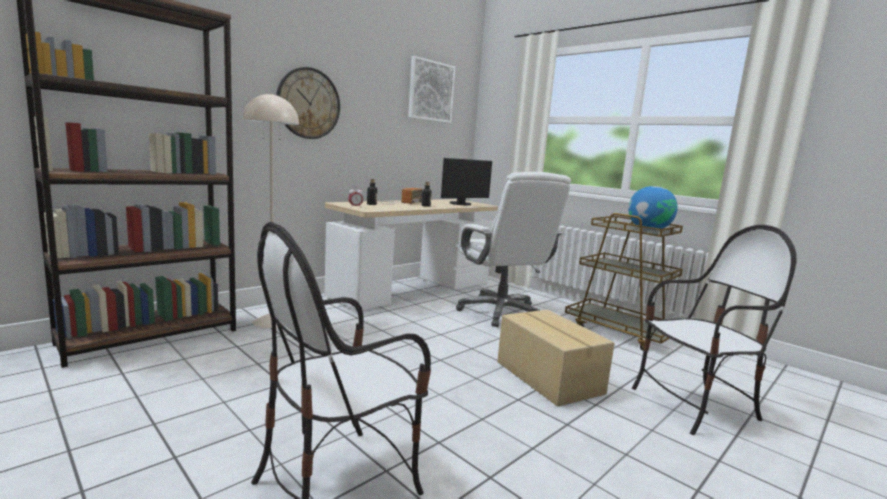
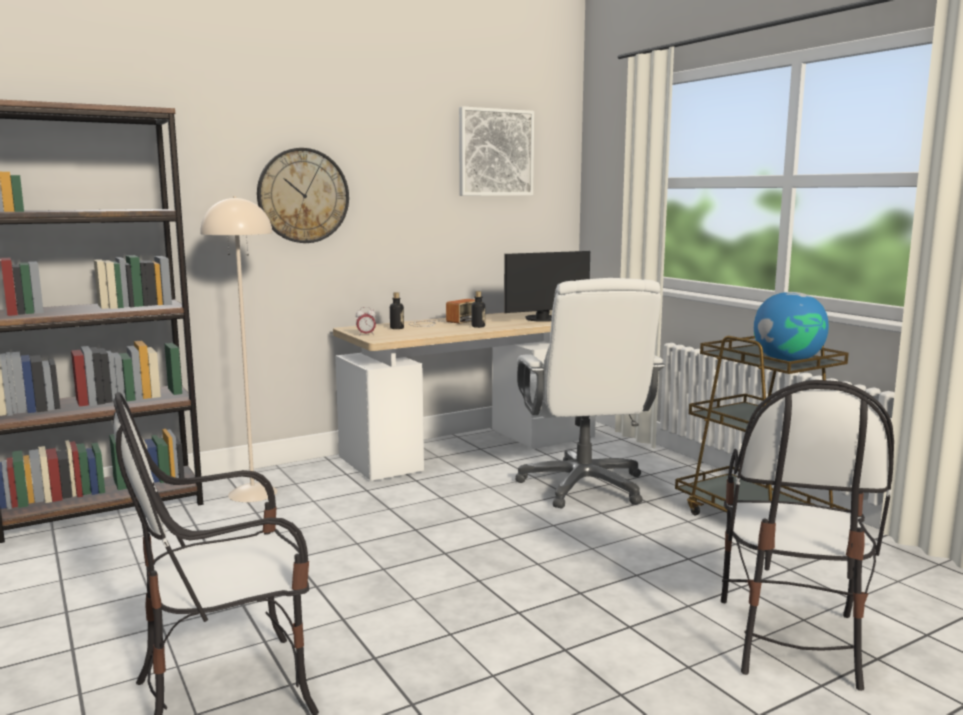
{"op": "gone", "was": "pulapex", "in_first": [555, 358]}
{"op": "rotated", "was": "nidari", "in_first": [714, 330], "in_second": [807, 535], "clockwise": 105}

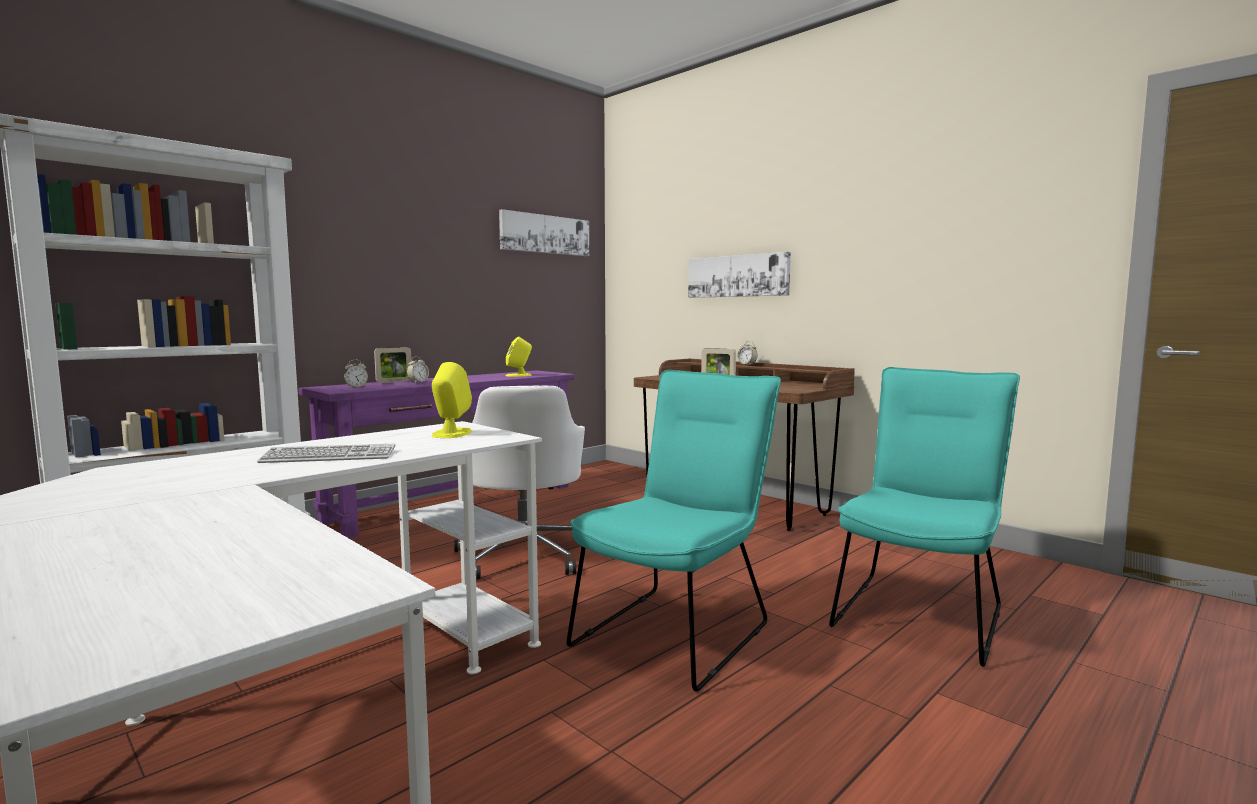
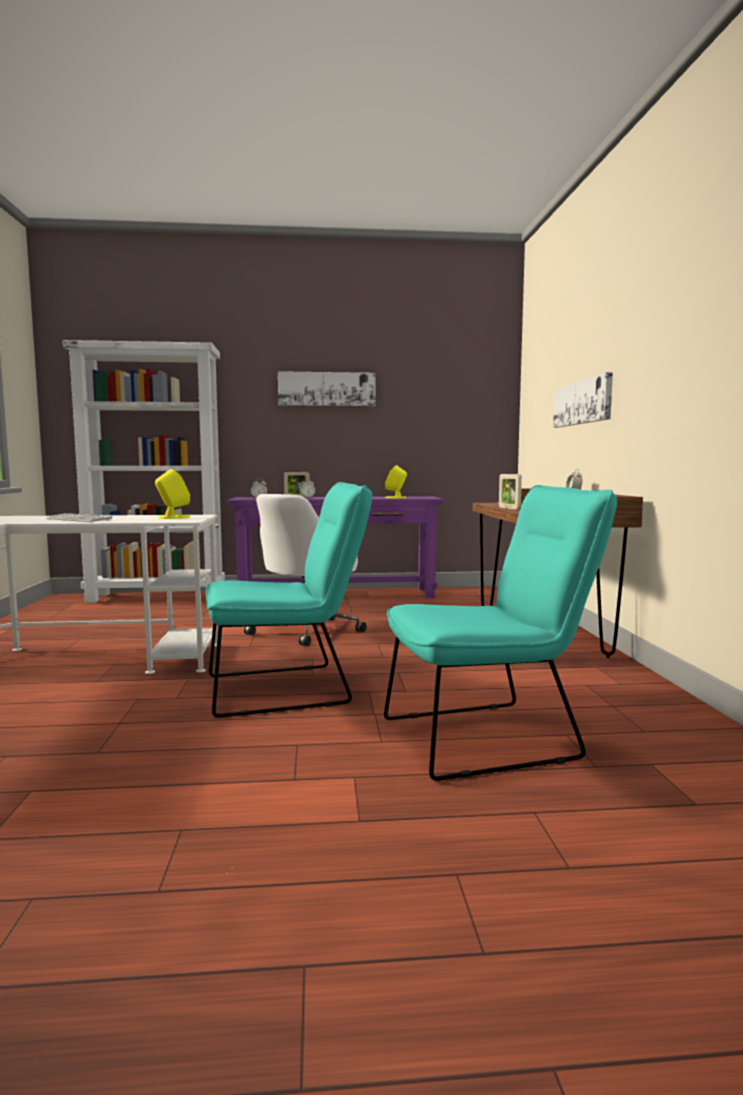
{"op": "shifted", "was": "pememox", "in_first": [544, 232], "in_second": [327, 388]}

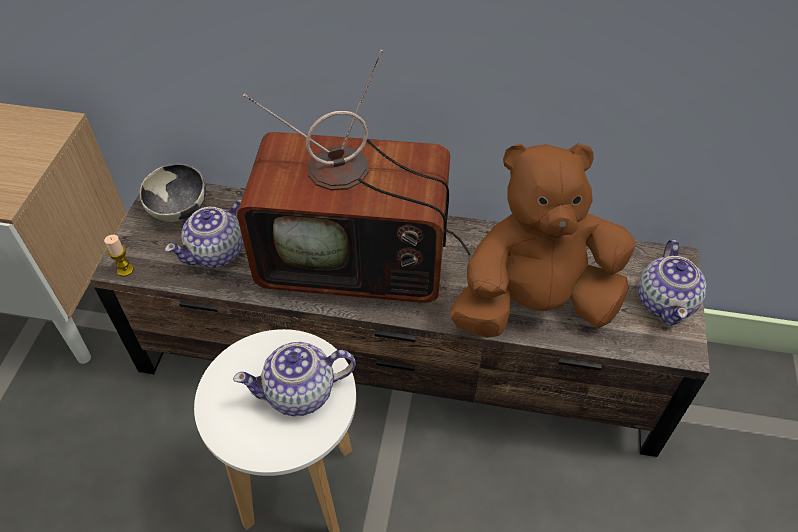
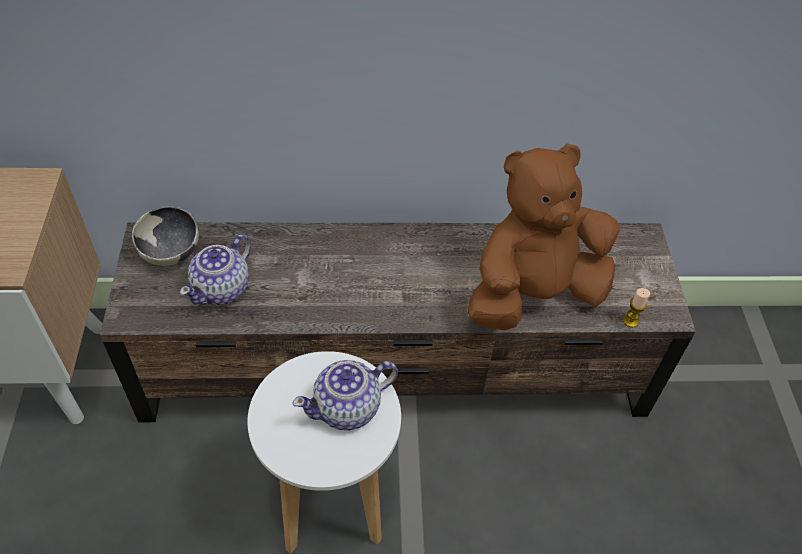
{"op": "gone", "was": "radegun", "in_first": [354, 176]}
{"op": "gone", "was": "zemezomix", "in_first": [672, 282]}
{"op": "shifted", "was": "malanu", "in_first": [119, 256], "in_second": [636, 308]}

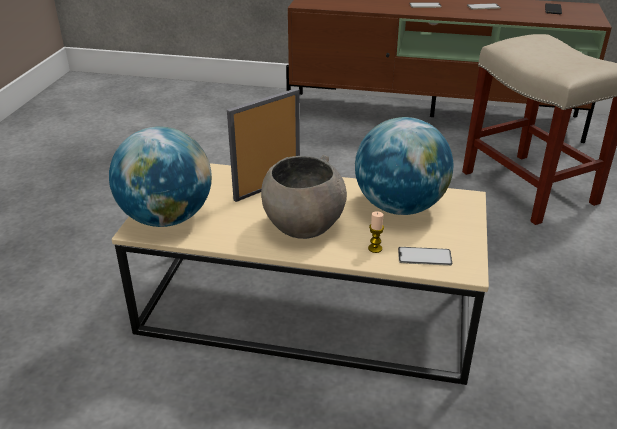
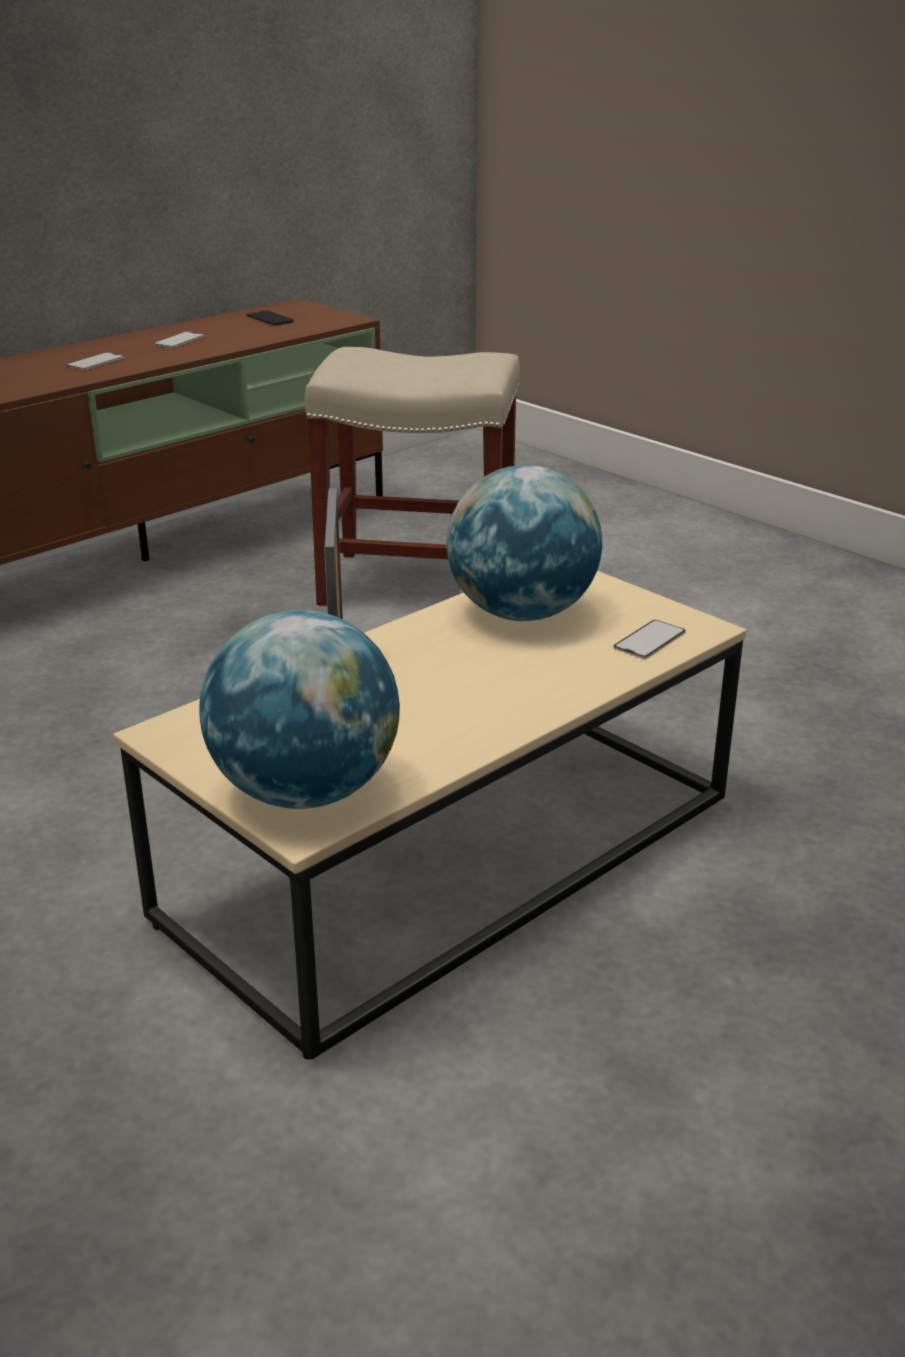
{"op": "gone", "was": "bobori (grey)", "in_first": [304, 197]}
{"op": "gone", "was": "malanu", "in_first": [376, 232]}

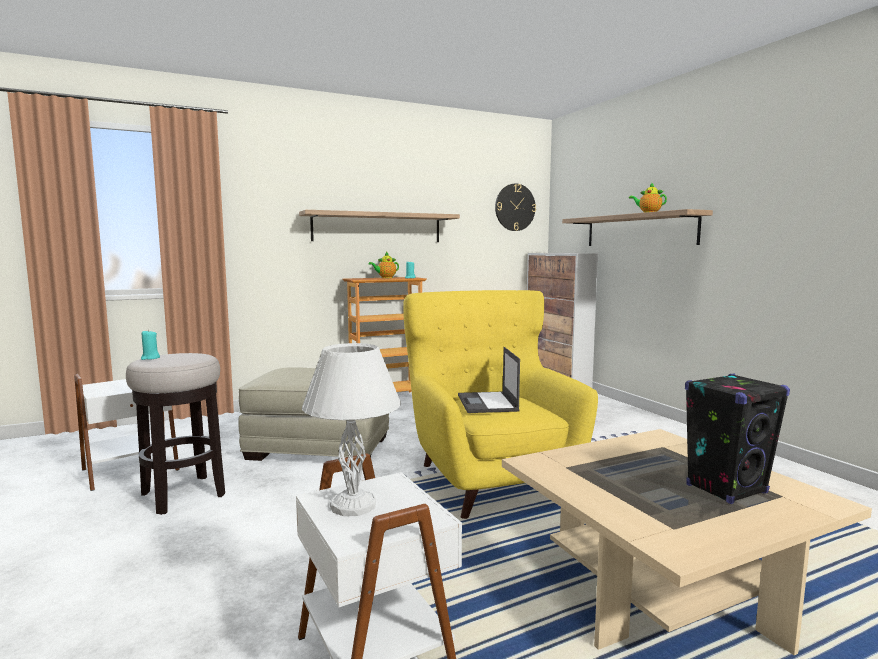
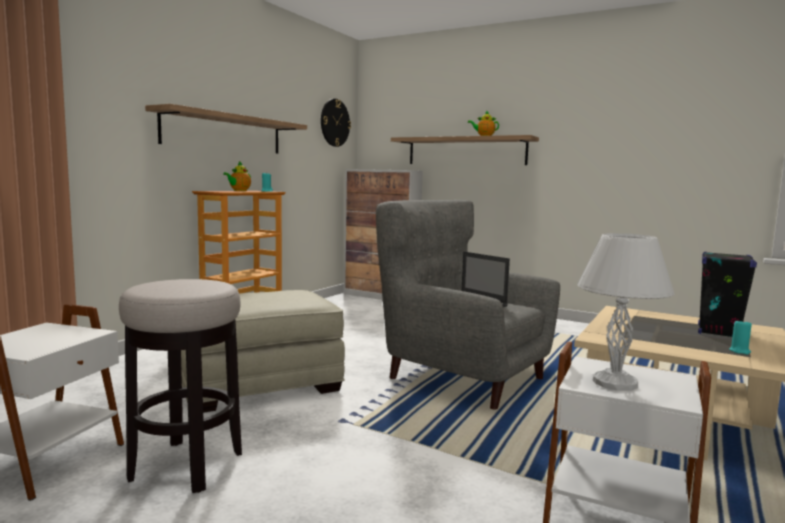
{"op": "shifted", "was": "malanu (turquoise)", "in_first": [150, 345], "in_second": [740, 337]}
{"op": "repainted", "was": "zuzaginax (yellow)", "now": "zuzaginax (grey)", "in_first": [500, 404], "in_second": [468, 304]}

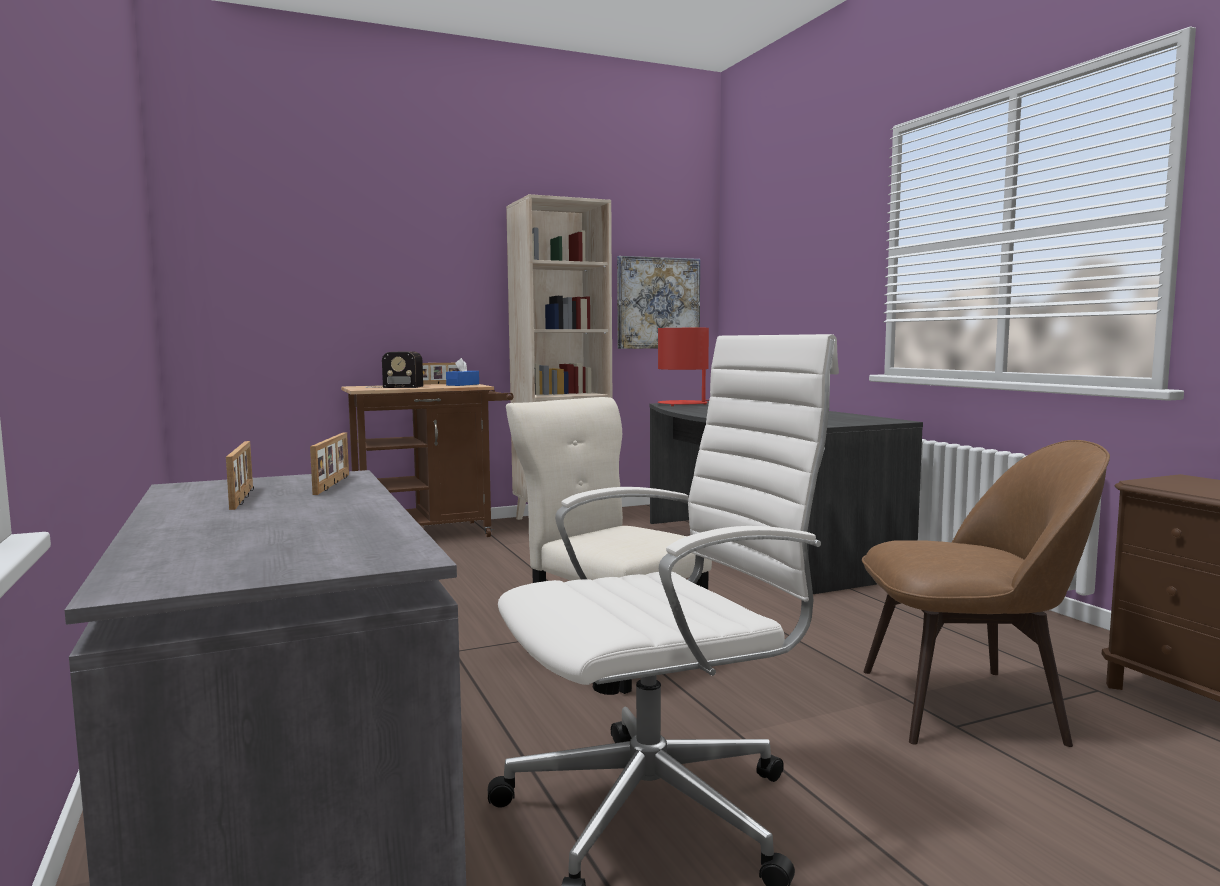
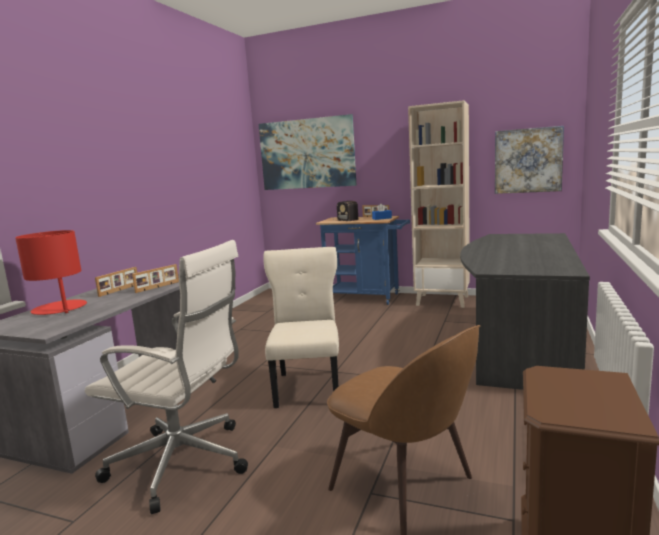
{"op": "new", "now": "pememox", "in_second": [307, 152]}
{"op": "shifted", "was": "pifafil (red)", "in_first": [683, 367], "in_second": [51, 272]}
{"op": "repainted", "was": "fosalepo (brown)", "now": "fosalepo (blue)", "in_first": [427, 460], "in_second": [363, 260]}

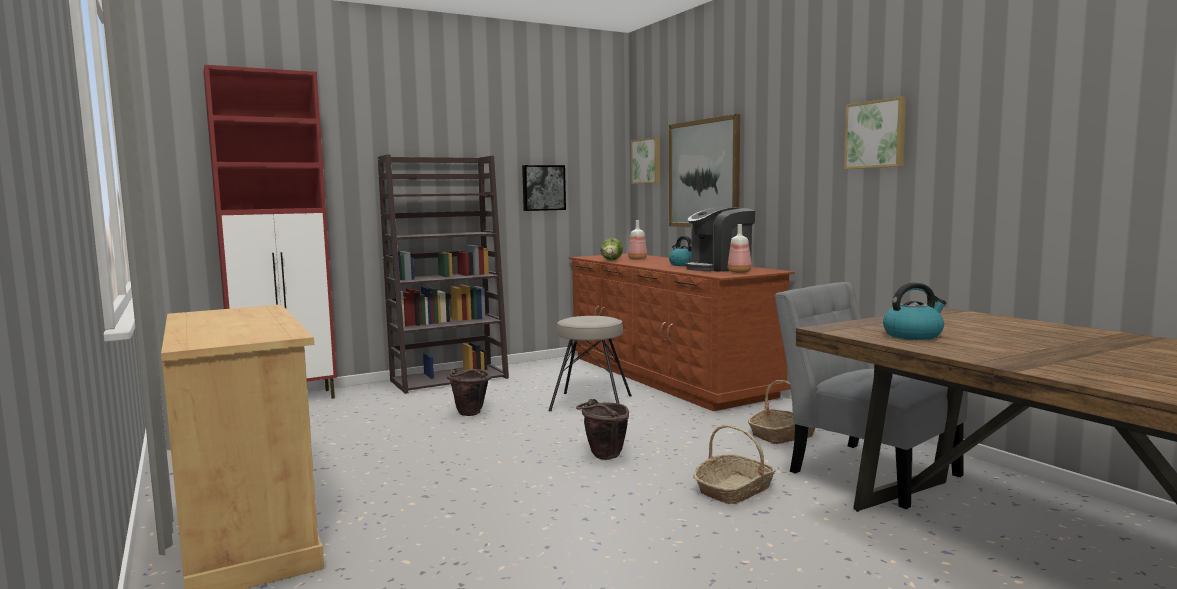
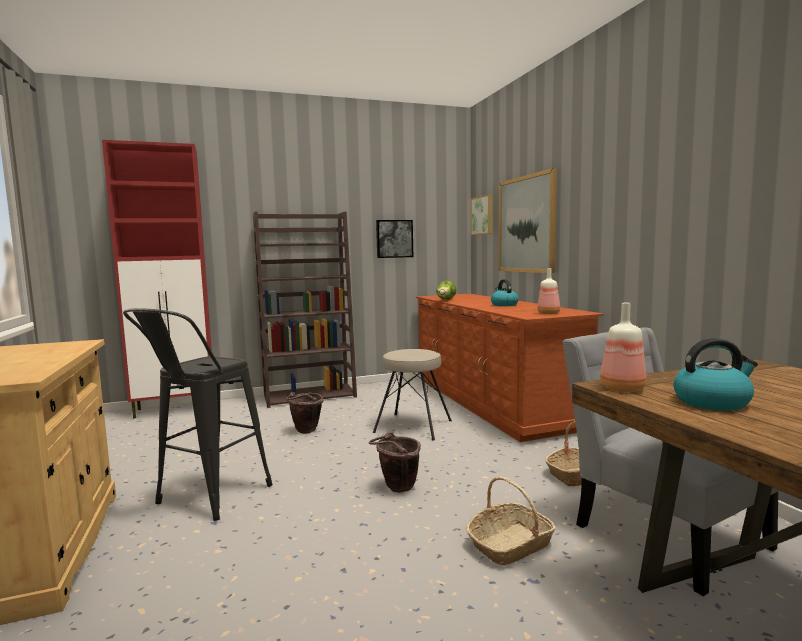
{"op": "gone", "was": "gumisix", "in_first": [720, 239]}
{"op": "gone", "was": "pememox", "in_first": [875, 133]}
{"op": "new", "now": "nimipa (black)", "in_second": [198, 414]}
{"op": "shifted", "was": "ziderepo", "in_first": [637, 240], "in_second": [623, 347]}

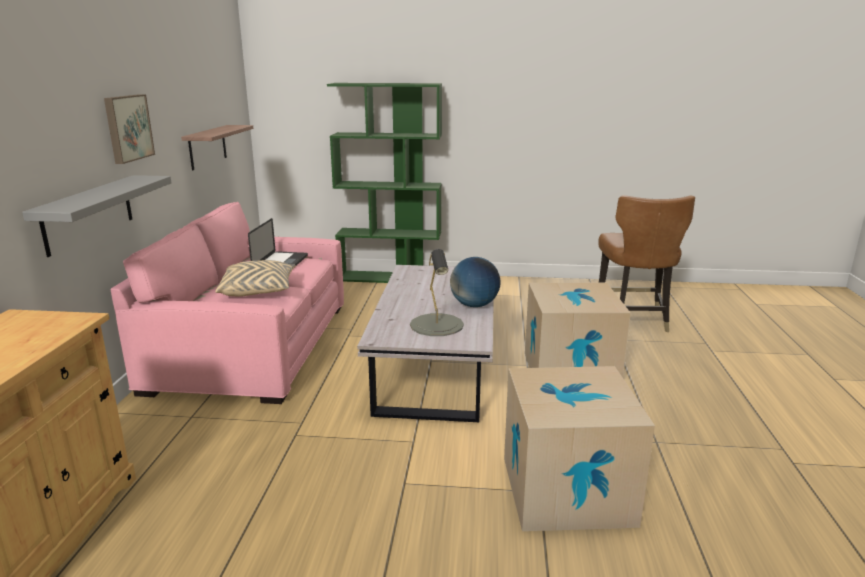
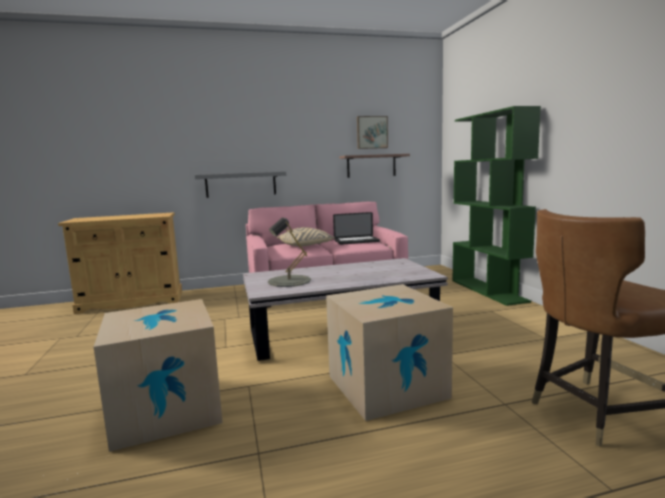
{"op": "gone", "was": "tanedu", "in_first": [475, 282]}
{"op": "shifted", "was": "pememox", "in_first": [129, 129], "in_second": [372, 132]}

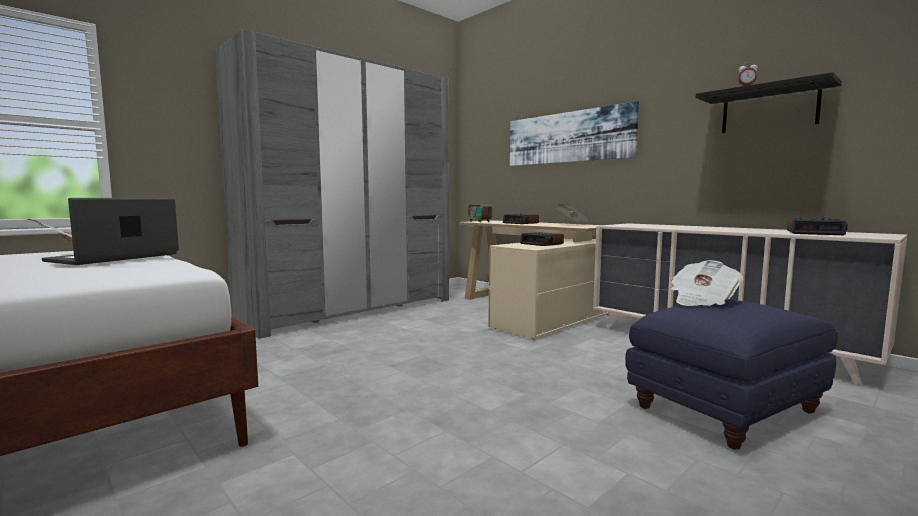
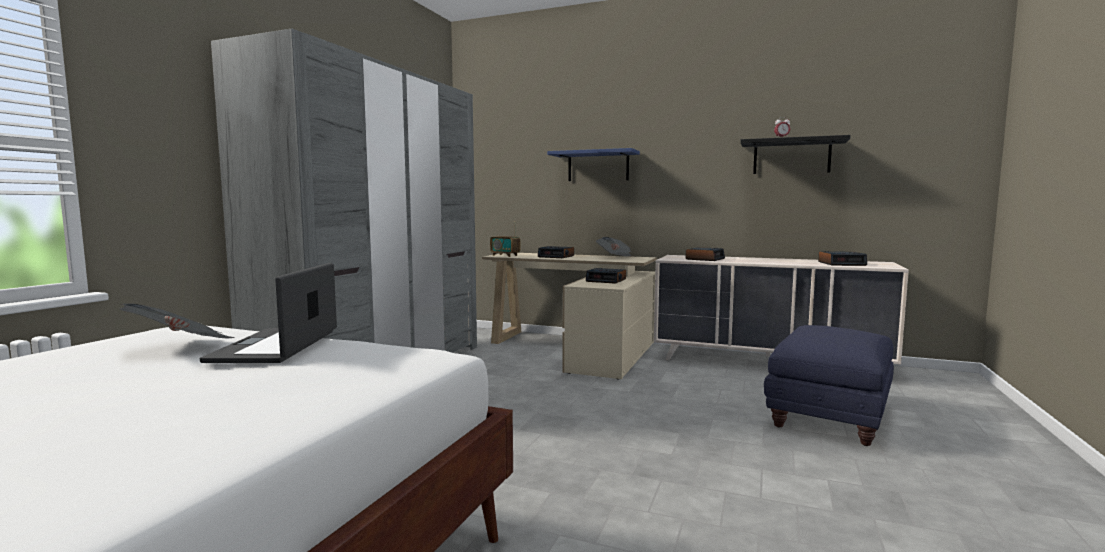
{"op": "gone", "was": "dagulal", "in_first": [707, 283]}
{"op": "new", "now": "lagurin", "in_second": [705, 254]}
{"op": "swapped", "was": "pememox", "now": "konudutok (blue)", "in_first": [574, 133], "in_second": [593, 164]}

